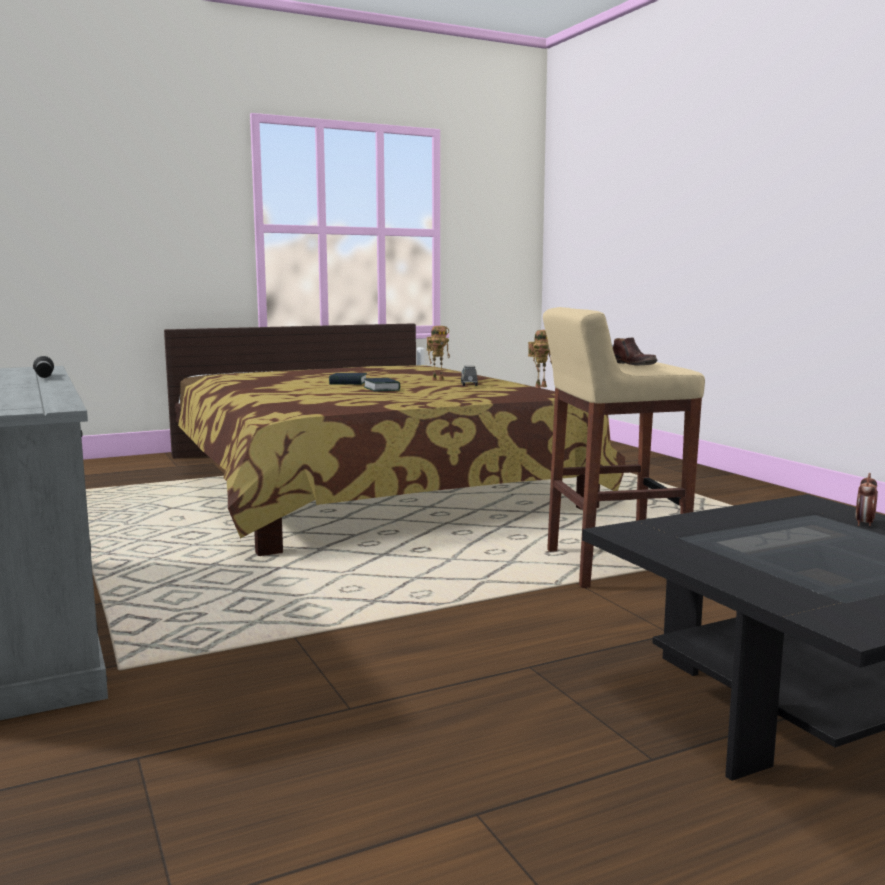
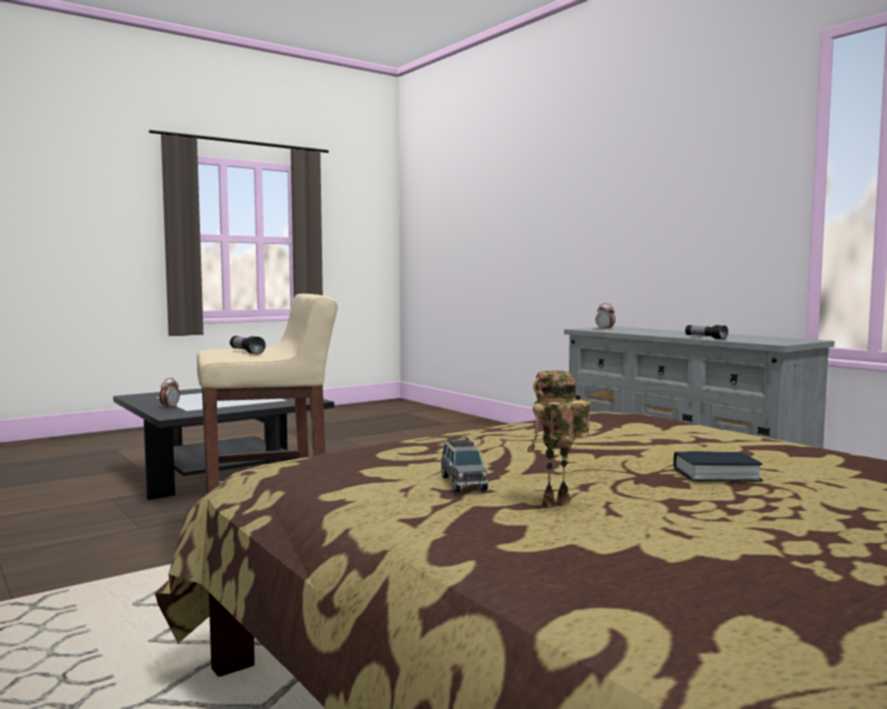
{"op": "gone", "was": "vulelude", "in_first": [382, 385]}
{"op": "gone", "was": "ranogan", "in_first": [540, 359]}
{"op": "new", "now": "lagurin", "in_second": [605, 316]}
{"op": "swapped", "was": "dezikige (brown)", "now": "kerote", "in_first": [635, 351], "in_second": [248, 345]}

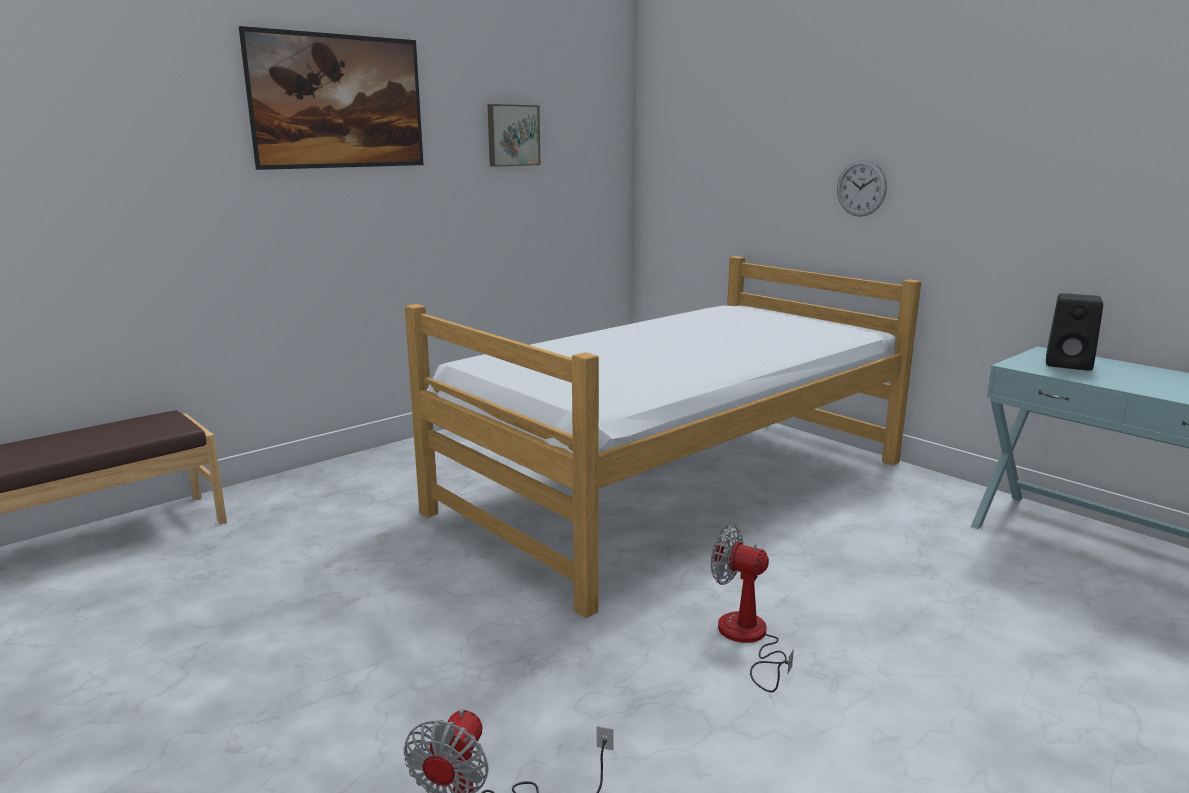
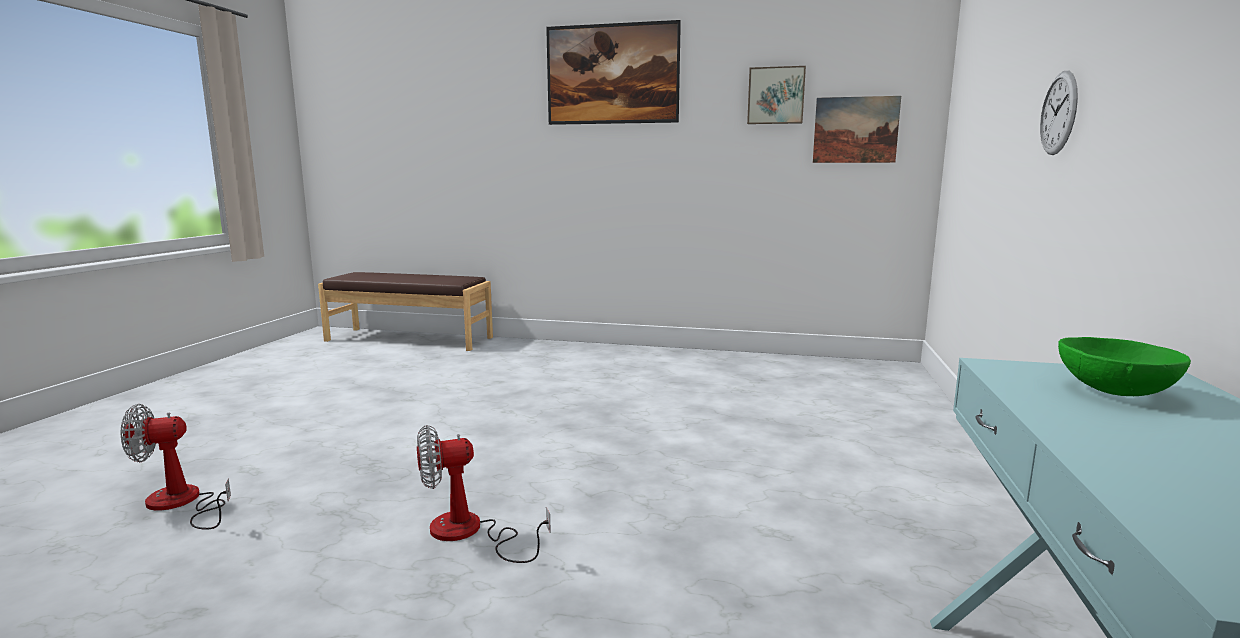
{"op": "gone", "was": "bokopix", "in_first": [663, 437]}
{"op": "new", "now": "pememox", "in_second": [857, 129]}
{"op": "swapped", "was": "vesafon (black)", "now": "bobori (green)", "in_first": [1074, 332], "in_second": [1124, 366]}
{"op": "rotated", "was": "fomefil", "in_first": [752, 608], "in_second": [484, 494], "clockwise": -105}

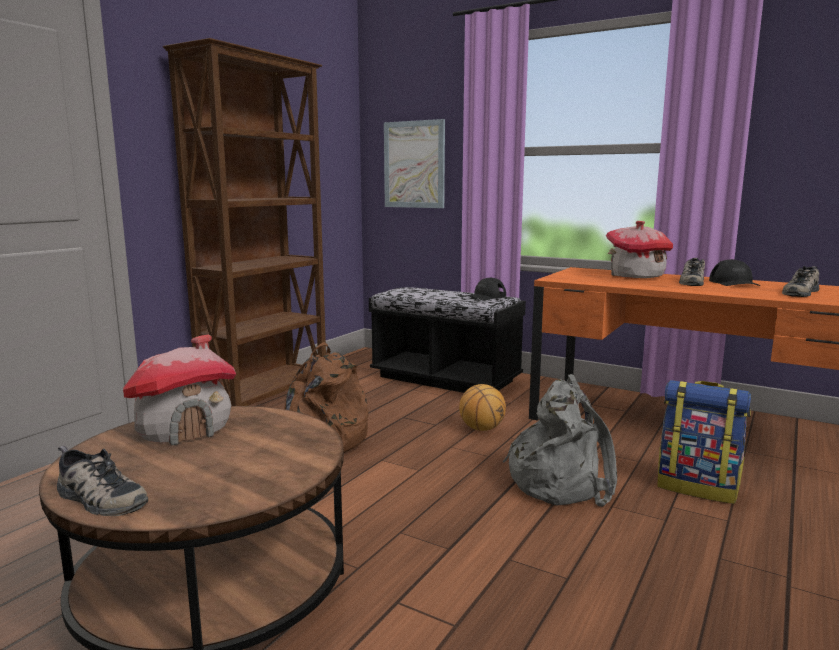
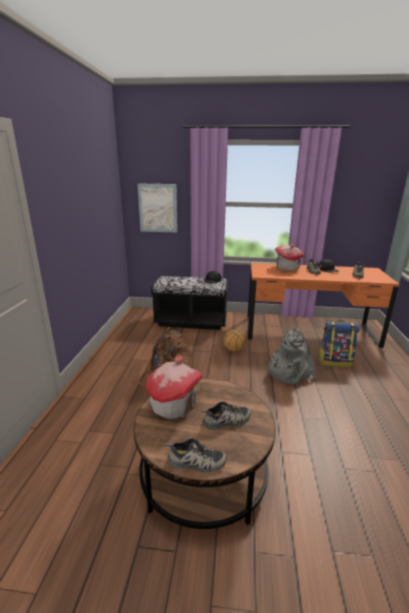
{"op": "gone", "was": "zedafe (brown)", "in_first": [244, 222]}
{"op": "new", "now": "dezikige", "in_second": [226, 416]}

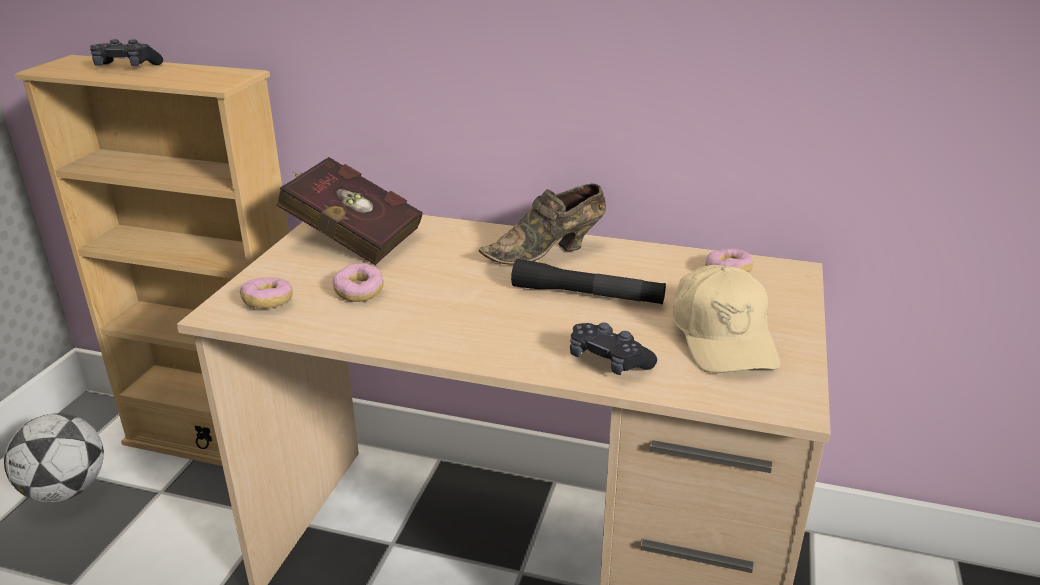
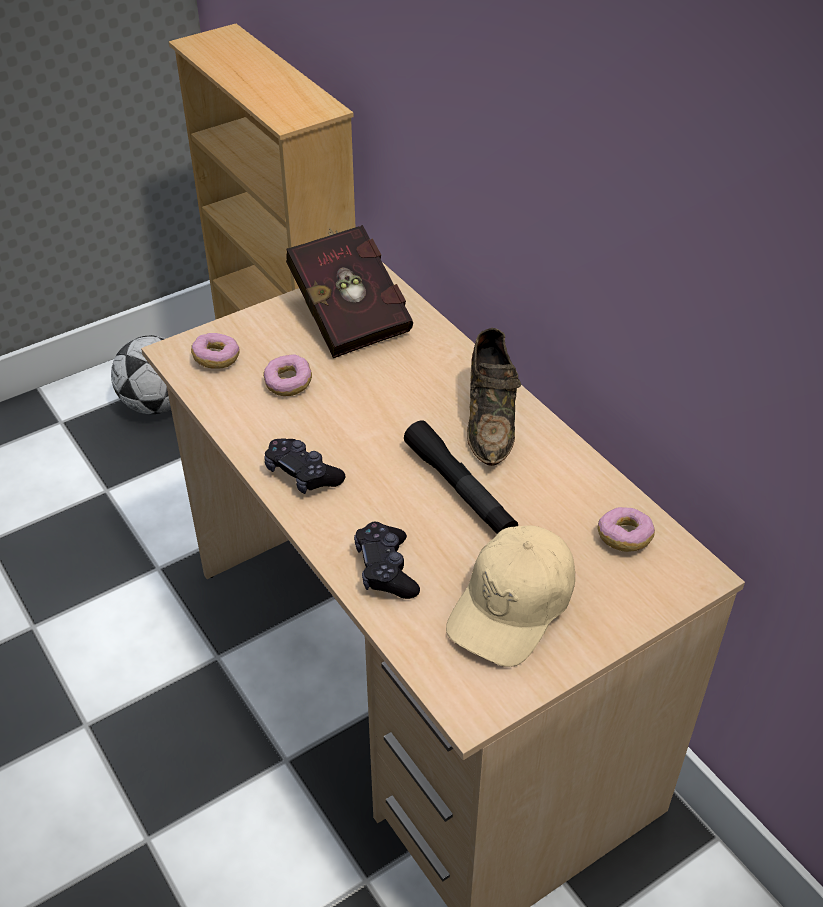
{"op": "shifted", "was": "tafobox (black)", "in_first": [126, 52], "in_second": [305, 466]}
{"op": "rotated", "was": "dezikige (brown)", "in_first": [542, 224], "in_second": [494, 397], "clockwise": -105}

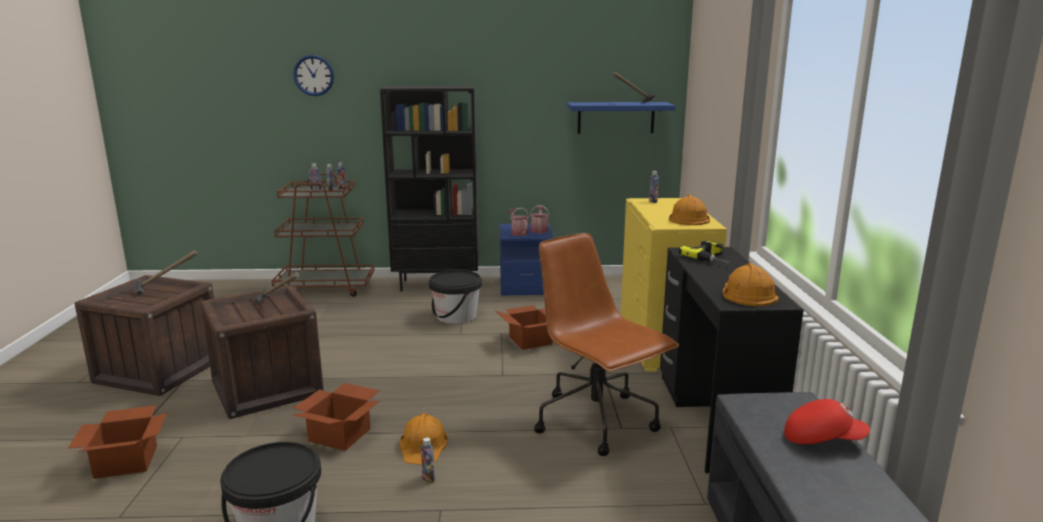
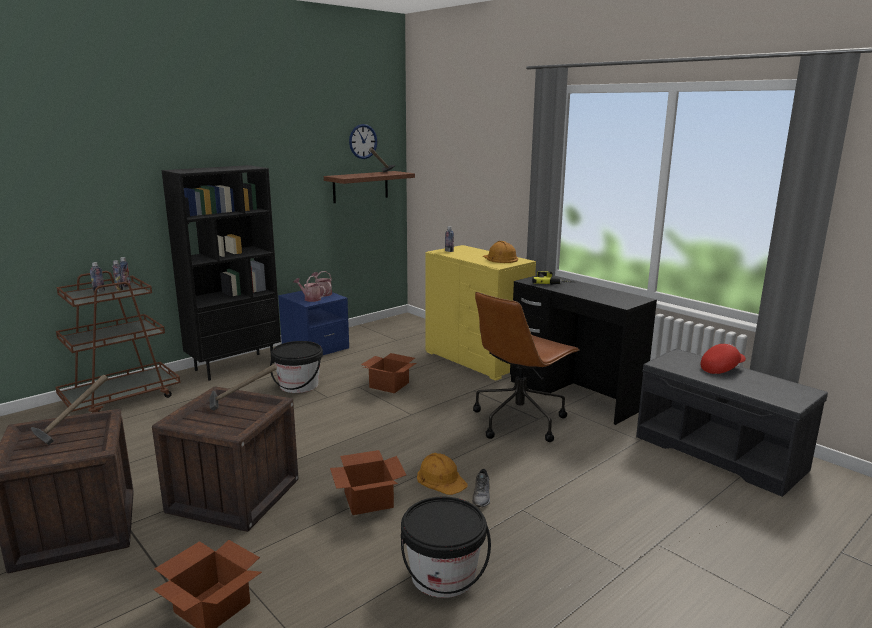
{"op": "gone", "was": "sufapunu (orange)", "in_first": [751, 284]}
{"op": "shifted", "was": "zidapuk", "in_first": [313, 75], "in_second": [363, 141]}
{"op": "swapped", "was": "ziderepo", "now": "dezikige (grey)", "in_first": [428, 460], "in_second": [481, 488]}
{"op": "repainted", "was": "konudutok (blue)", "now": "konudutok (brown)", "in_first": [621, 118], "in_second": [369, 187]}
{"op": "rotated", "was": "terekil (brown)", "in_first": [606, 344], "in_second": [526, 367], "clockwise": -60}

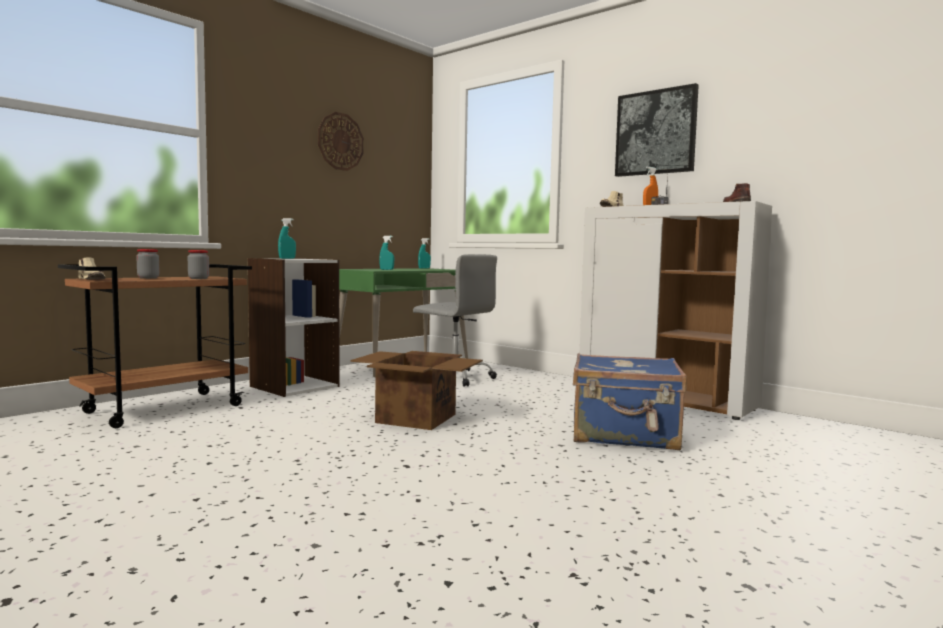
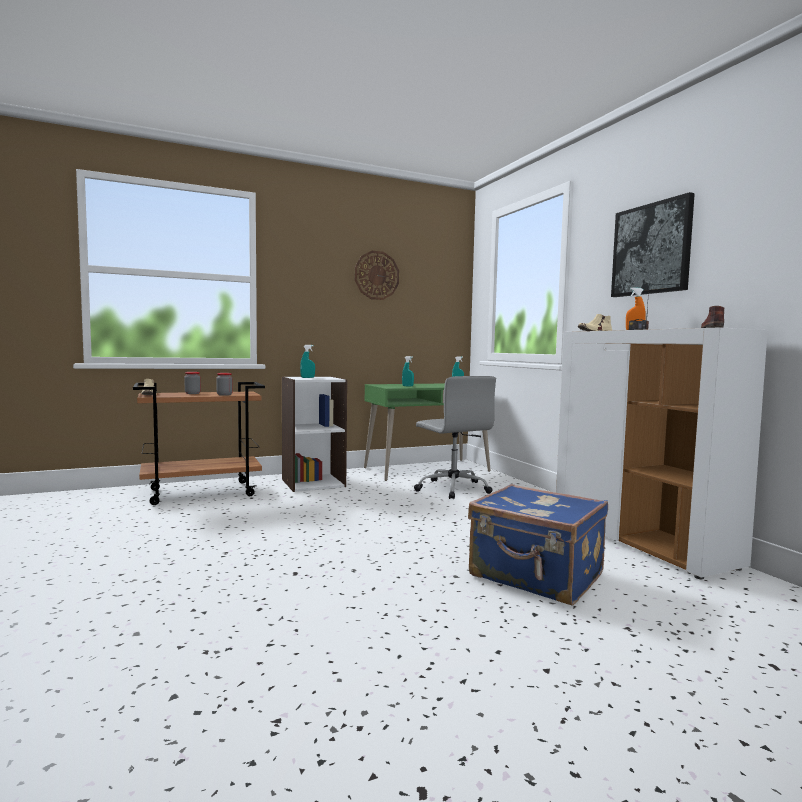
{"op": "gone", "was": "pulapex", "in_first": [416, 390]}

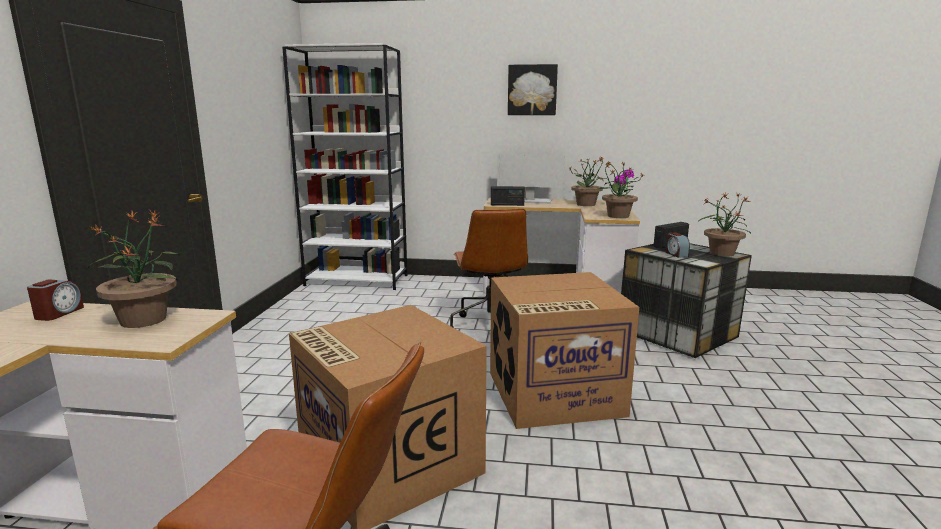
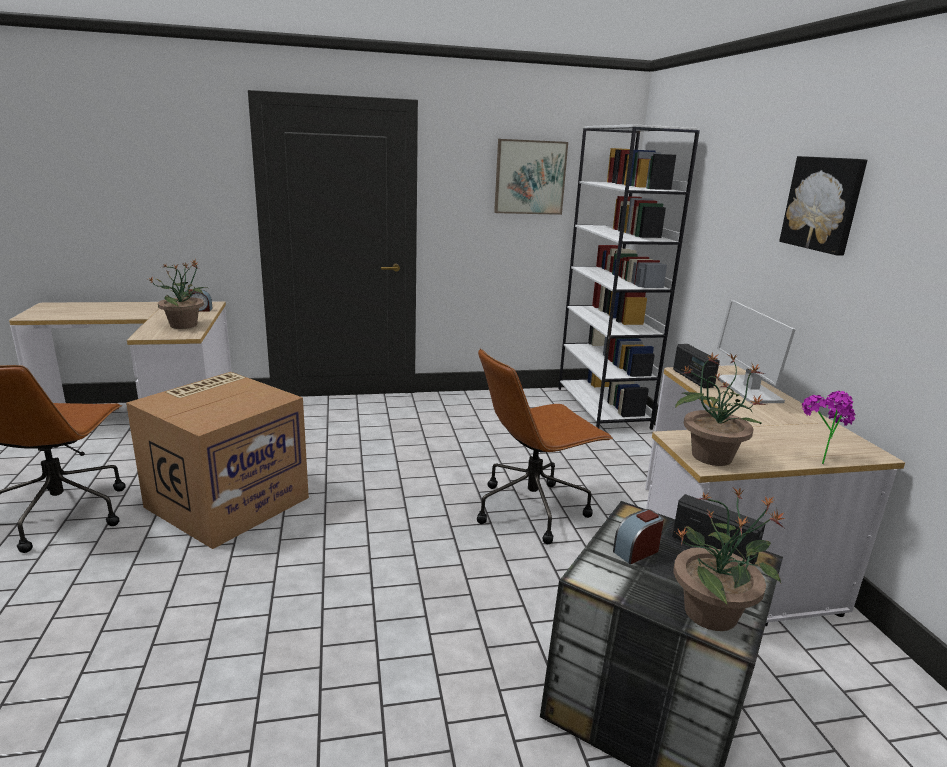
{"op": "gone", "was": "pulapex", "in_first": [564, 350]}
{"op": "gone", "was": "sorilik", "in_first": [587, 181]}
{"op": "new", "now": "pememox", "in_second": [531, 177]}

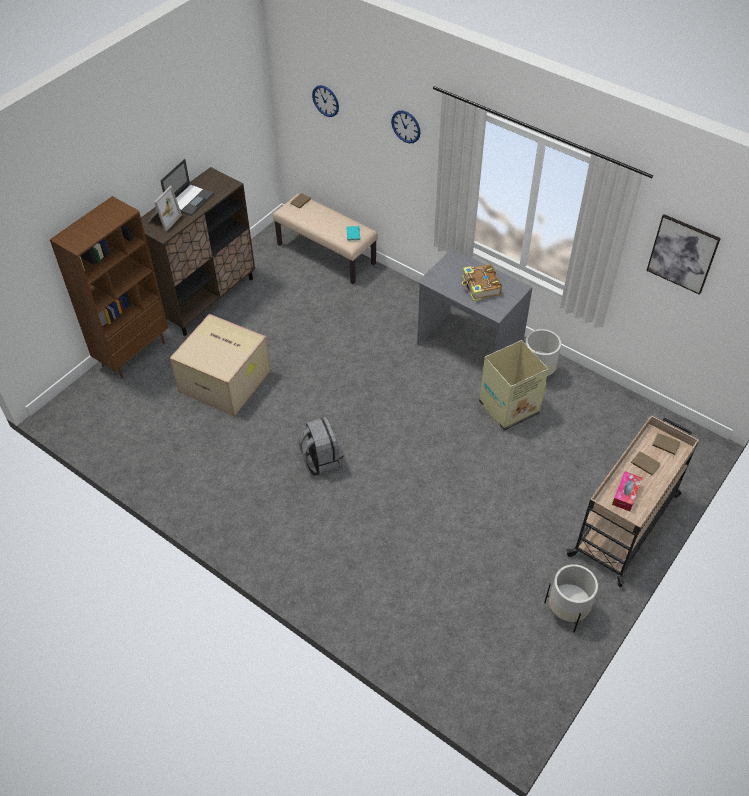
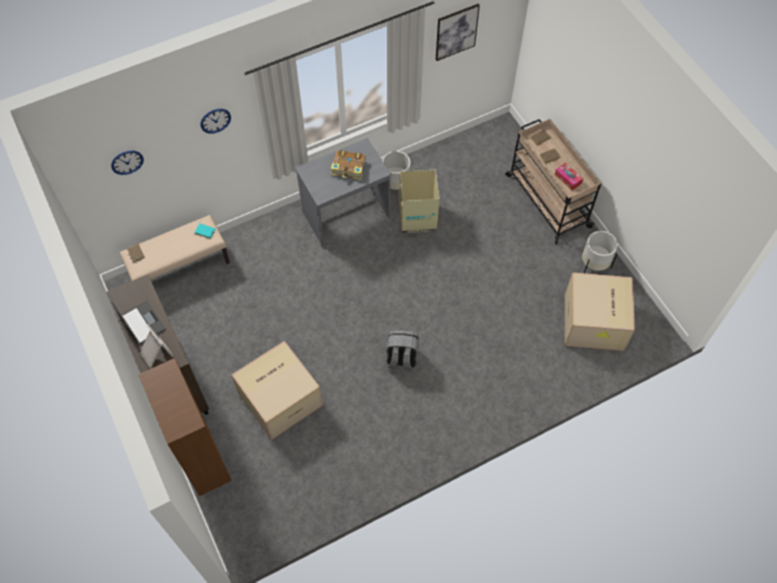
{"op": "new", "now": "pulapex", "in_second": [600, 311]}

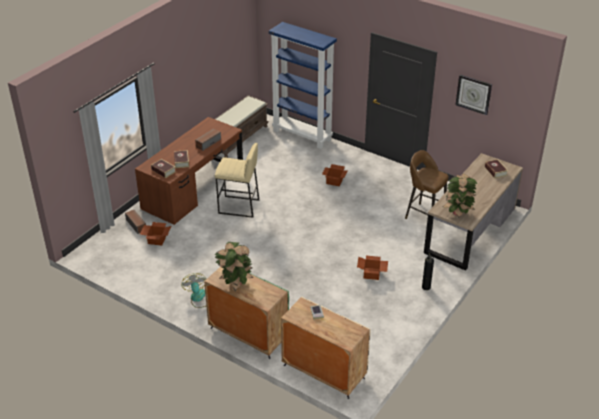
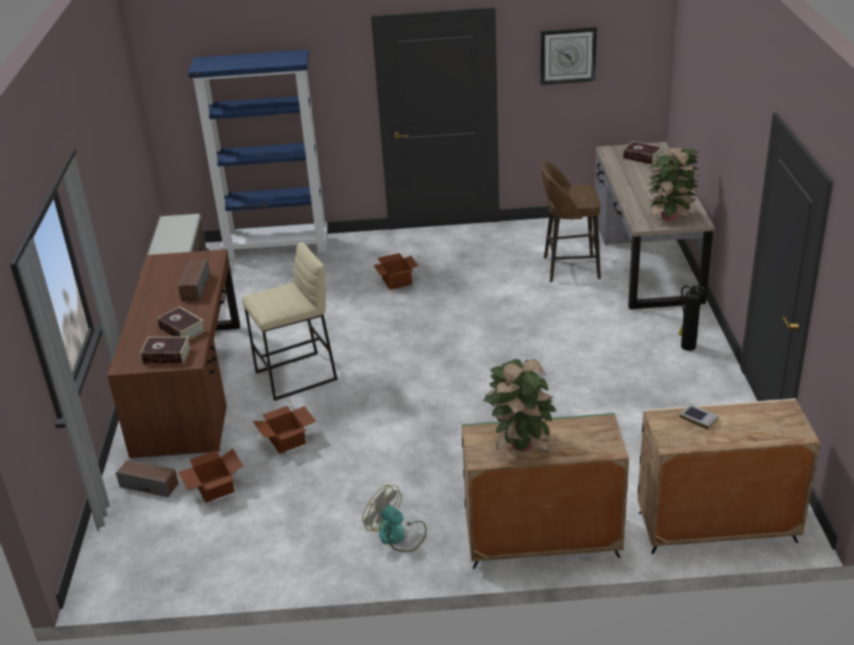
{"op": "shifted", "was": "pulapex", "in_first": [372, 268], "in_second": [284, 430]}

